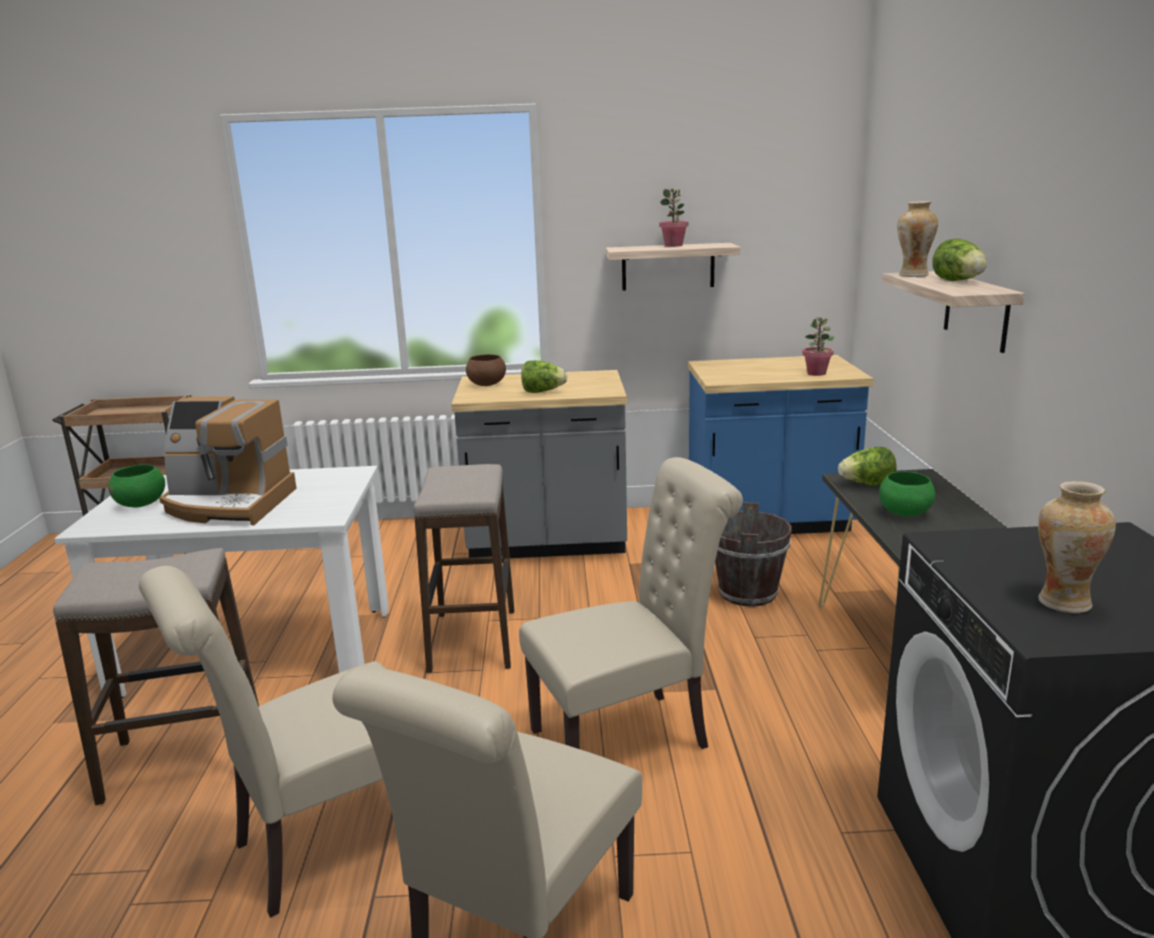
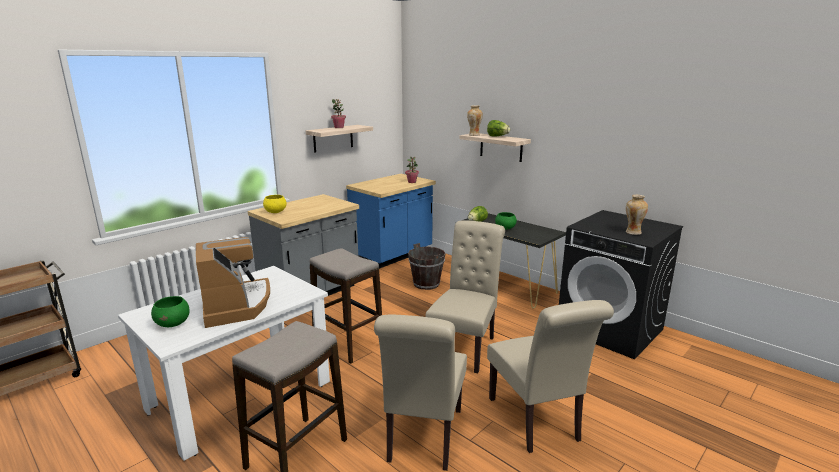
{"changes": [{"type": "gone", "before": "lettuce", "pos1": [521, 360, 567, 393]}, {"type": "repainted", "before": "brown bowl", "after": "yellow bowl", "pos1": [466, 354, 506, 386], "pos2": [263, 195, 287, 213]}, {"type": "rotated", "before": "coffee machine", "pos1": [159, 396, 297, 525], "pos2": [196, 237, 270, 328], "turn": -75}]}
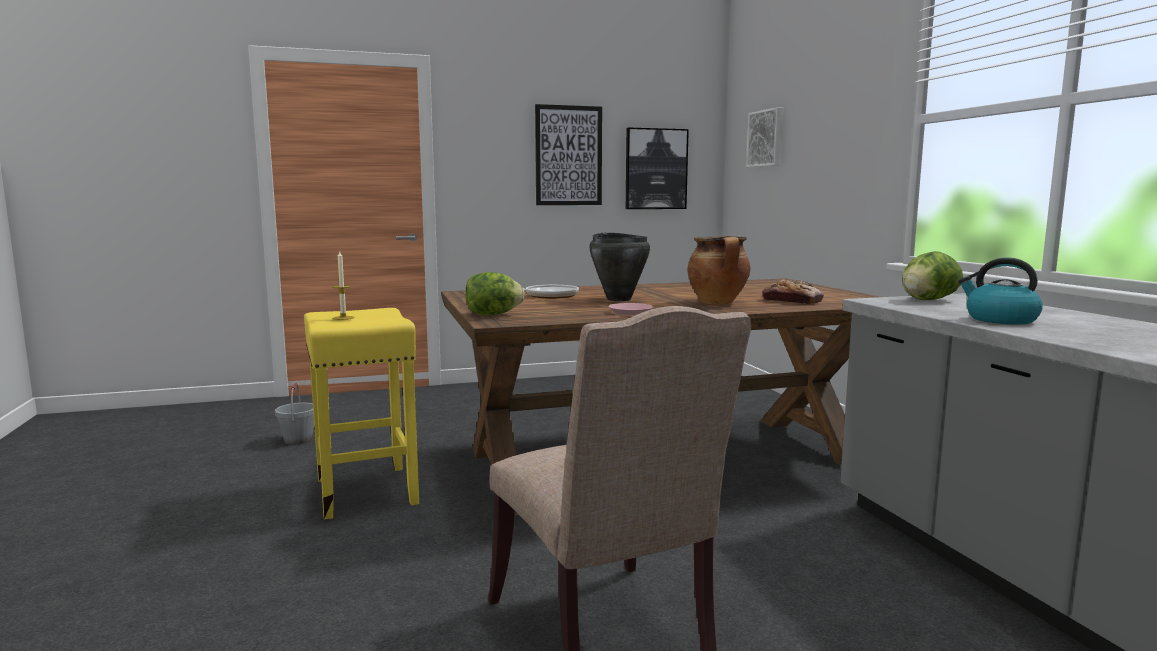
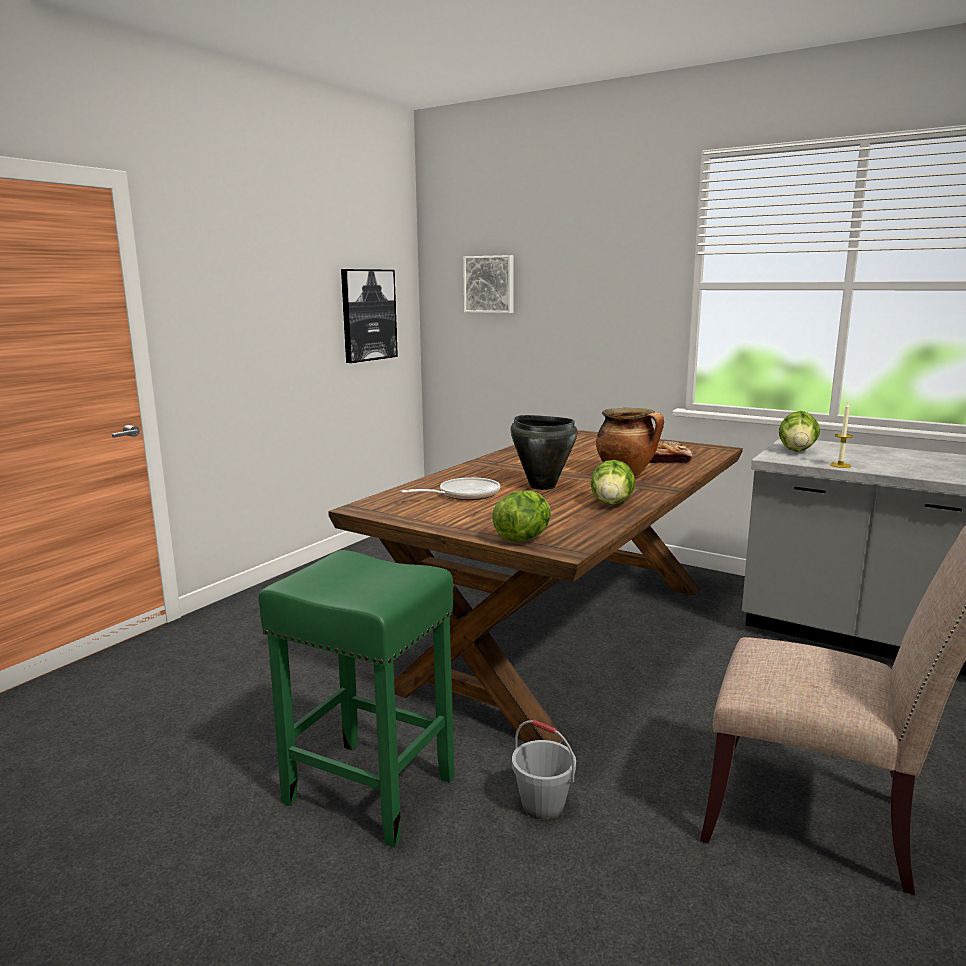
{"changes": [{"type": "gone", "before": "picture", "pos1": [535, 104, 602, 205]}, {"type": "gone", "before": "kettle", "pos1": [958, 257, 1043, 324]}, {"type": "shifted", "before": "grey bucket", "pos1": [275, 383, 314, 445], "pos2": [512, 720, 576, 820]}, {"type": "shifted", "before": "candle", "pos1": [333, 250, 355, 320], "pos2": [830, 403, 853, 468]}, {"type": "swapped", "before": "pink plate", "after": "lettuce", "pos1": [608, 303, 653, 315], "pos2": [591, 460, 635, 504]}, {"type": "repainted", "before": "yellow stool", "after": "green stool", "pos1": [304, 308, 419, 519], "pos2": [259, 550, 455, 847]}]}
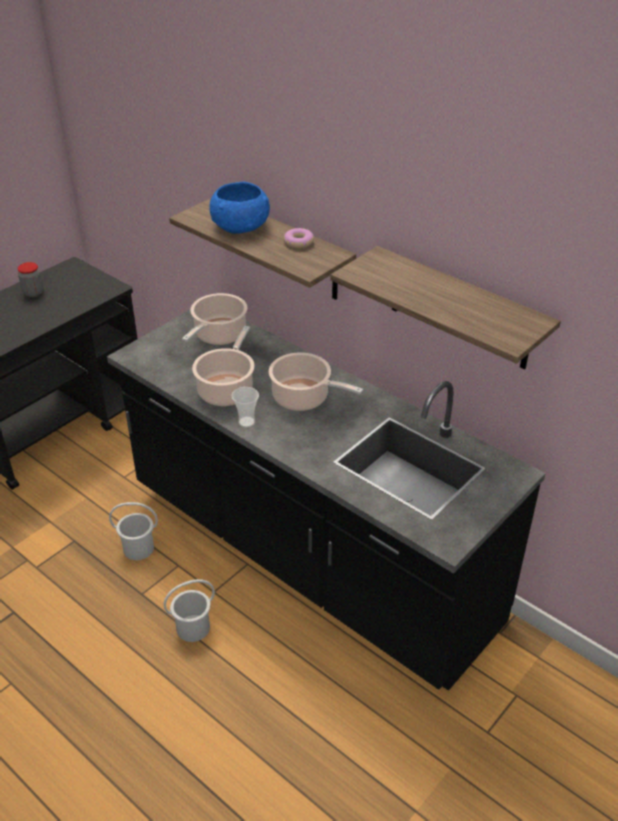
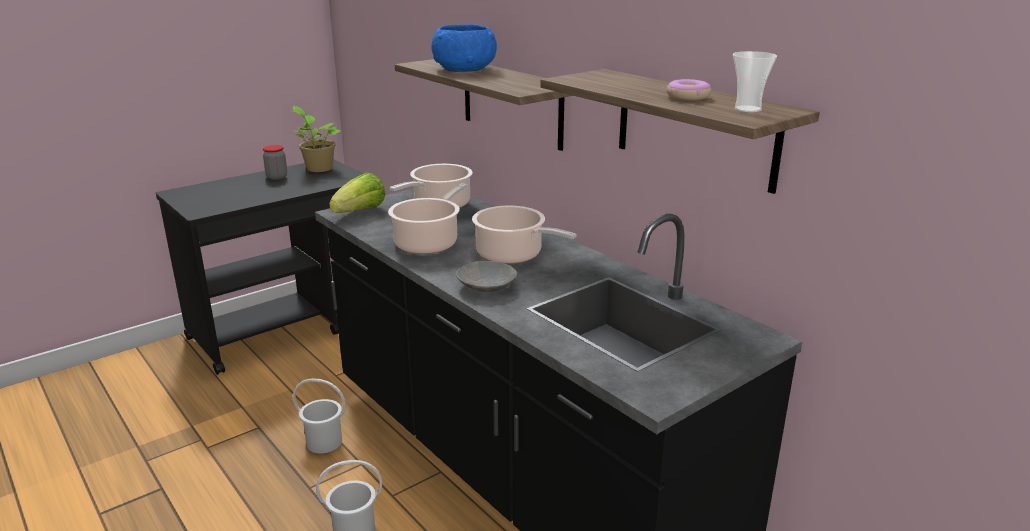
{"changes": [{"type": "new", "after": "potted plant", "pos2": [291, 105, 340, 172]}, {"type": "new", "after": "lettuce", "pos2": [329, 173, 386, 213]}, {"type": "new", "after": "grey bowl", "pos2": [456, 261, 517, 292]}, {"type": "shifted", "before": "cup", "pos1": [232, 387, 259, 427], "pos2": [733, 51, 777, 113]}, {"type": "shifted", "before": "donut", "pos1": [284, 228, 314, 249], "pos2": [667, 79, 712, 101]}]}
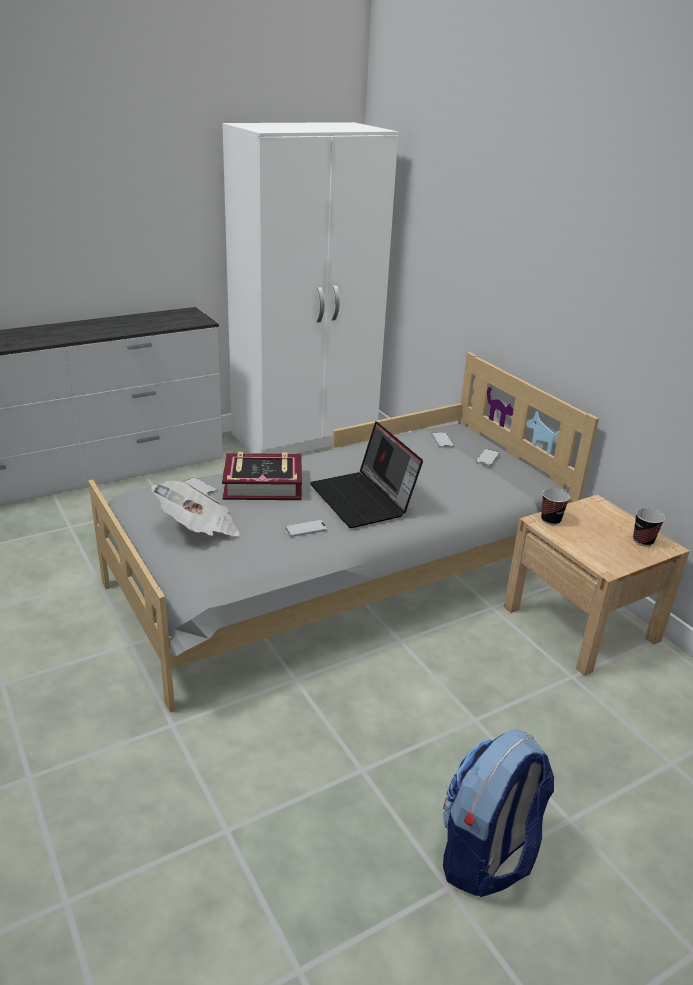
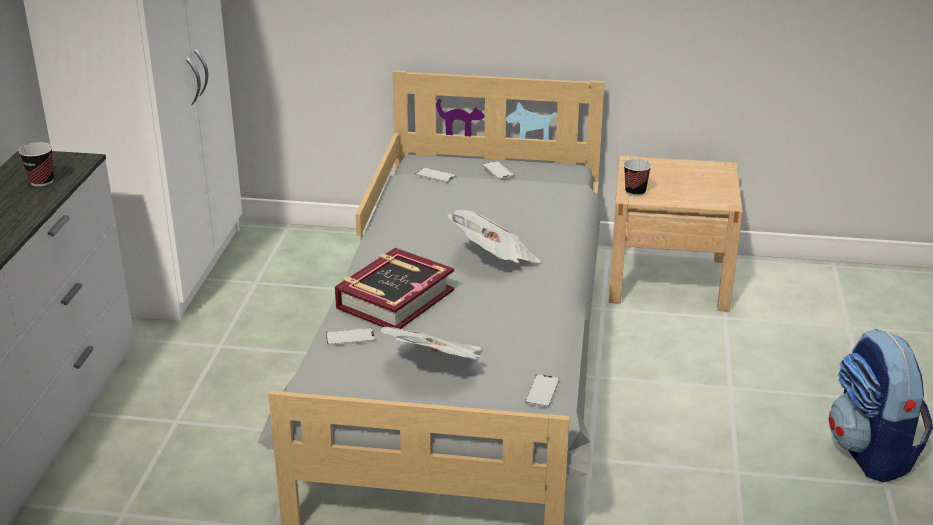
{"changes": [{"type": "shifted", "before": "phone", "pos1": [285, 520, 327, 537], "pos2": [525, 374, 559, 408]}, {"type": "shifted", "before": "cup", "pos1": [633, 508, 665, 547], "pos2": [18, 142, 54, 187]}, {"type": "swapped", "before": "laptop", "after": "newspaper", "pos1": [310, 422, 423, 528], "pos2": [447, 210, 541, 263]}]}
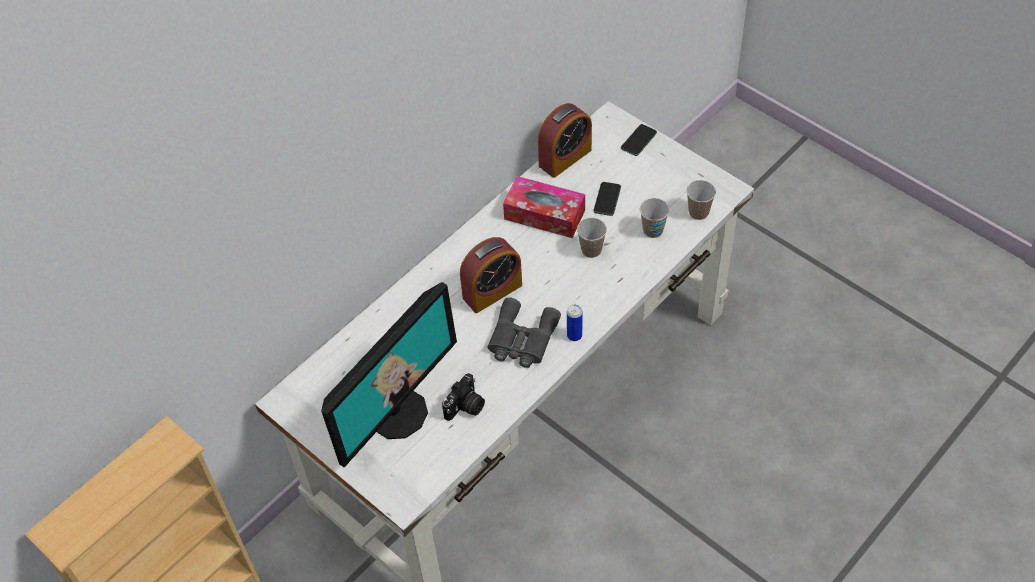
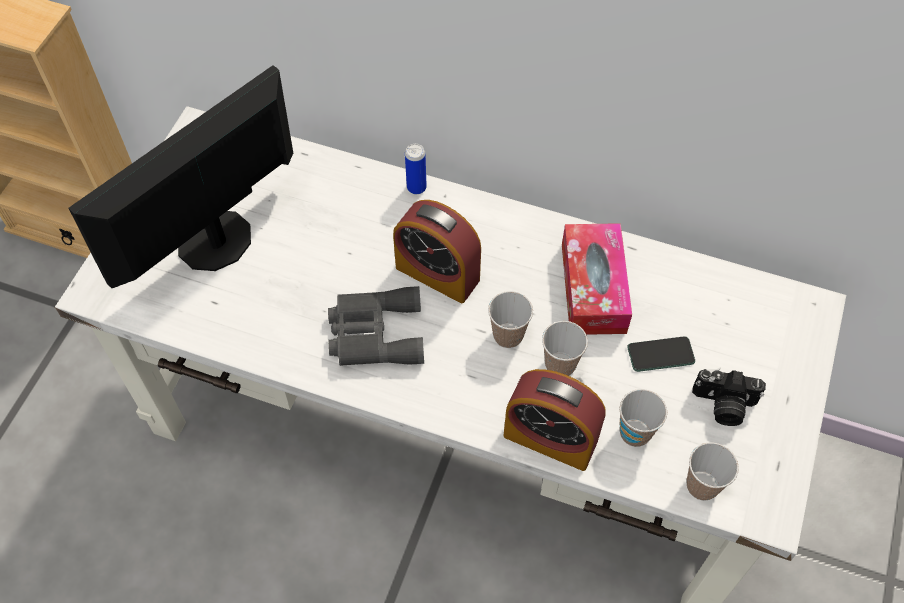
{"changes": [{"type": "gone", "before": "phone", "pos1": [621, 124, 657, 156]}, {"type": "new", "after": "cup", "pos2": [488, 291, 533, 348]}, {"type": "shifted", "before": "photo camera", "pos1": [442, 373, 485, 421], "pos2": [692, 368, 766, 426]}, {"type": "shifted", "before": "alarm clock", "pos1": [538, 103, 592, 178], "pos2": [504, 369, 606, 471]}, {"type": "shifted", "before": "can", "pos1": [567, 304, 582, 341], "pos2": [405, 144, 427, 194]}, {"type": "rotated", "before": "monitor", "pos1": [321, 282, 457, 468], "pos2": [69, 65, 293, 288], "turn": 120}]}
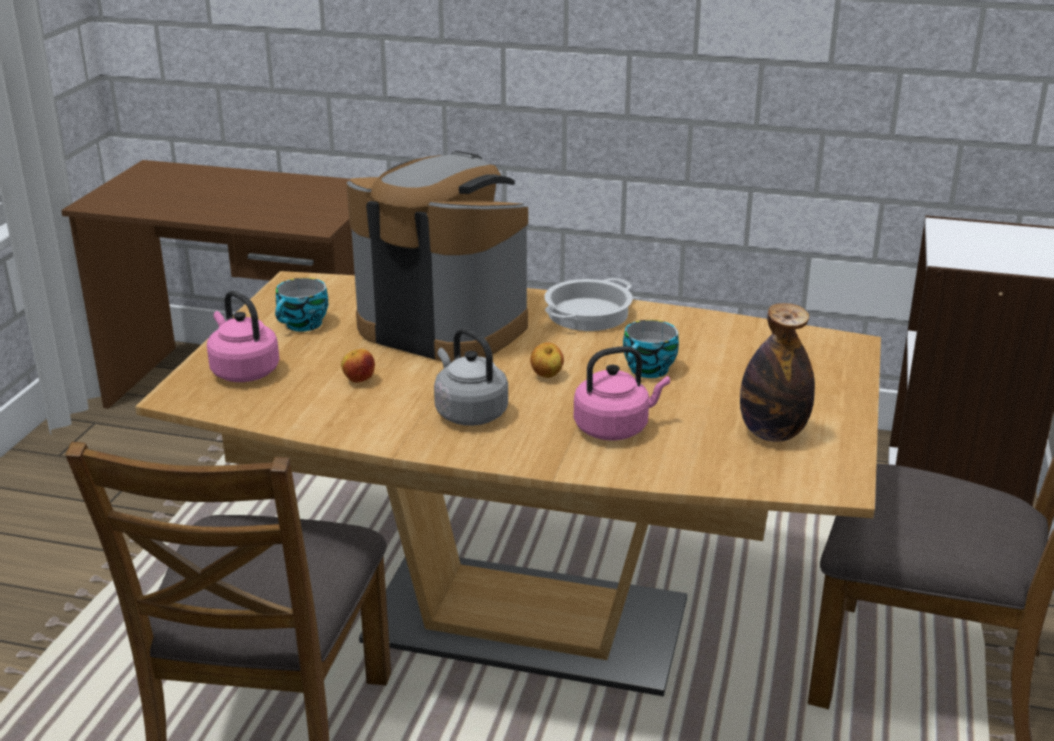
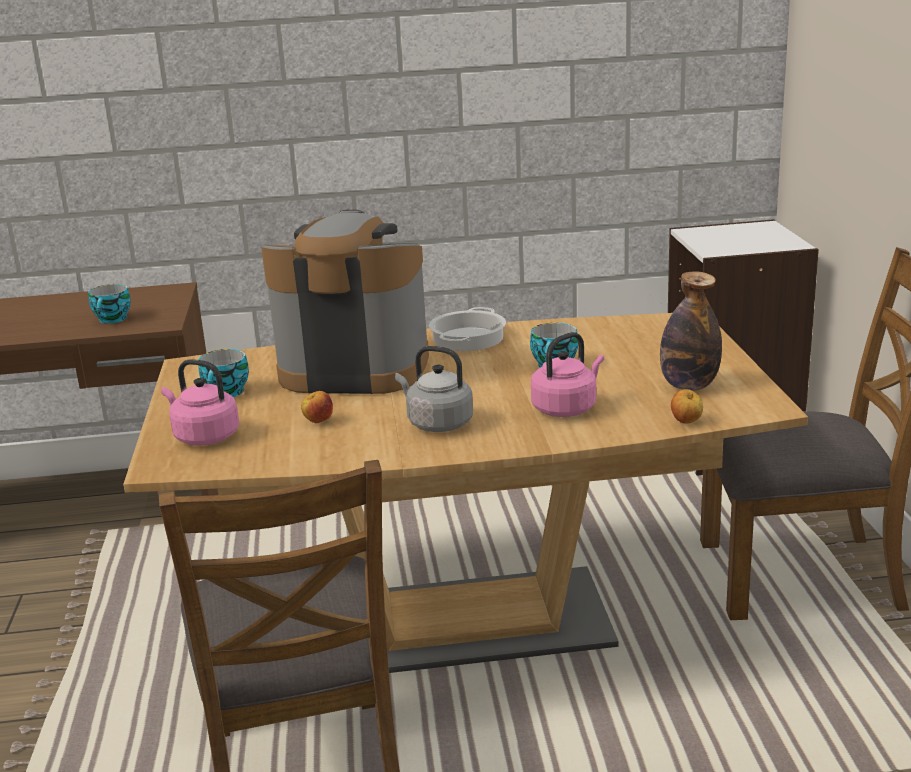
{"changes": [{"type": "new", "after": "cup", "pos2": [88, 284, 131, 324]}, {"type": "shifted", "before": "apple", "pos1": [530, 342, 564, 378], "pos2": [671, 389, 703, 424]}]}
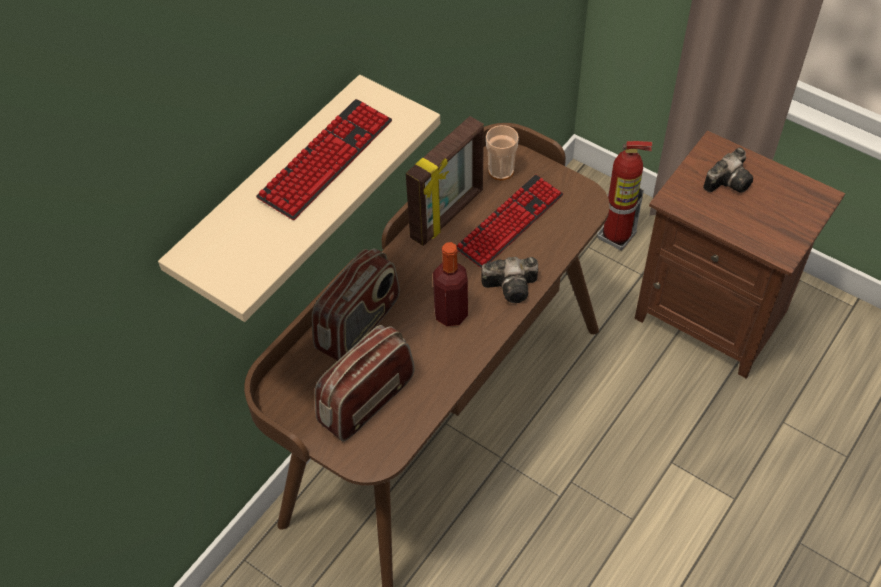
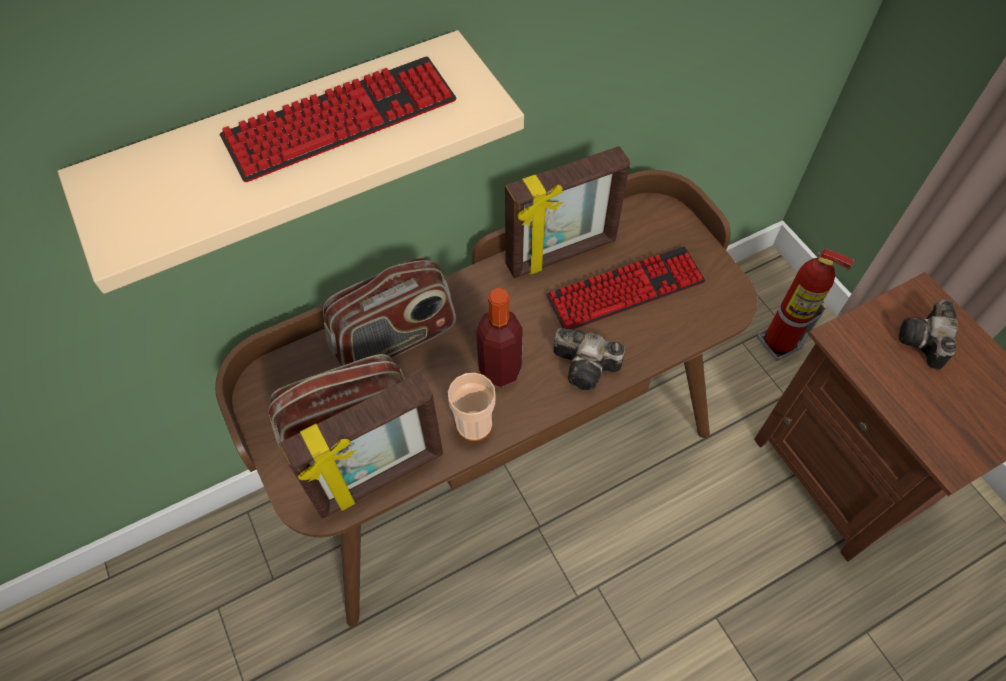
{"changes": [{"type": "new", "after": "picture frame", "pos2": [279, 373, 443, 518]}, {"type": "shifted", "before": "cup", "pos1": [486, 125, 519, 180], "pos2": [448, 373, 496, 441]}, {"type": "rotated", "before": "photo camera", "pos1": [703, 148, 753, 193], "pos2": [899, 299, 958, 370], "turn": 120}]}
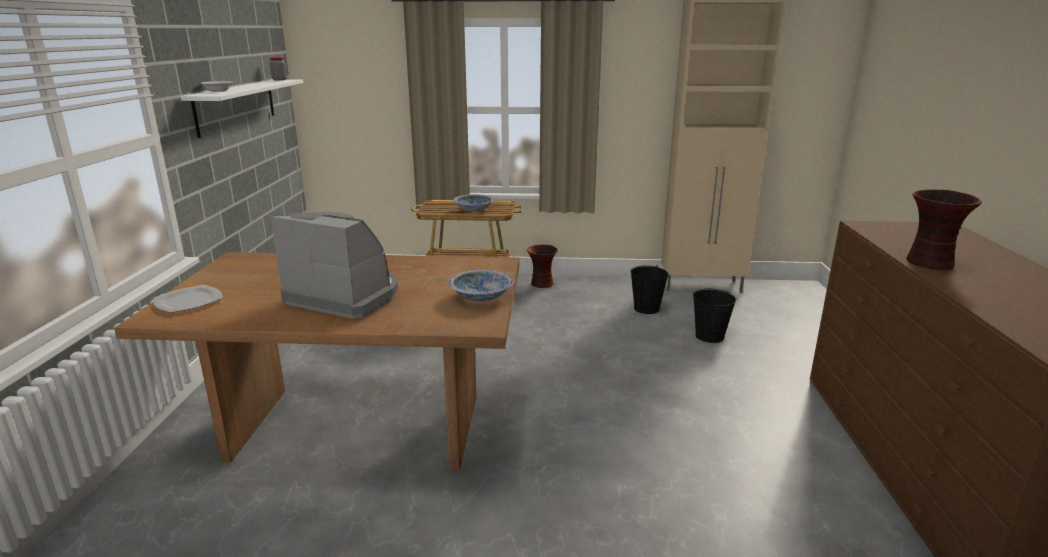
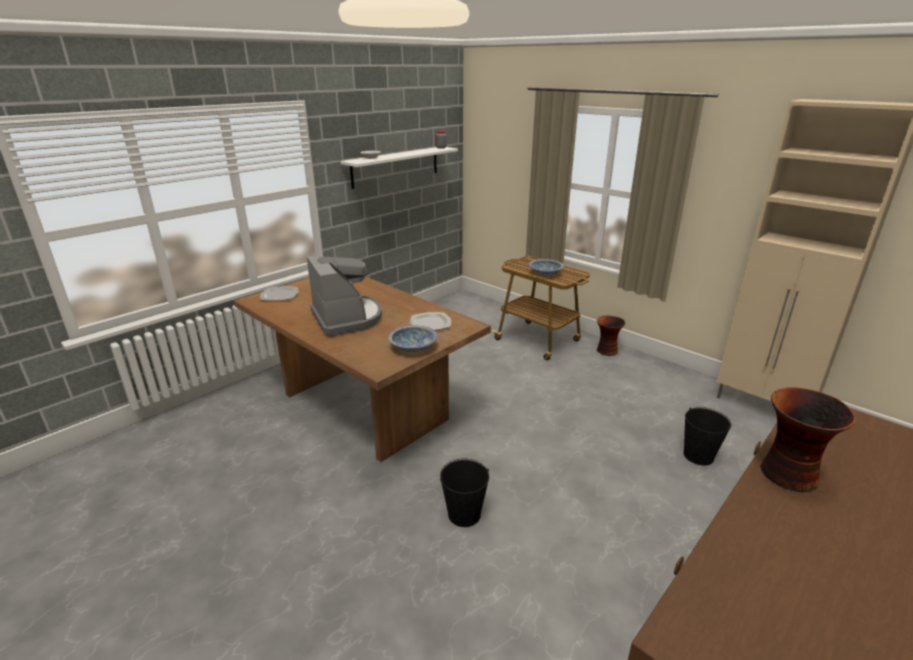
{"changes": [{"type": "new", "after": "plate", "pos2": [410, 312, 451, 330]}, {"type": "shifted", "before": "black bucket", "pos1": [630, 265, 668, 314], "pos2": [440, 459, 489, 527]}]}
